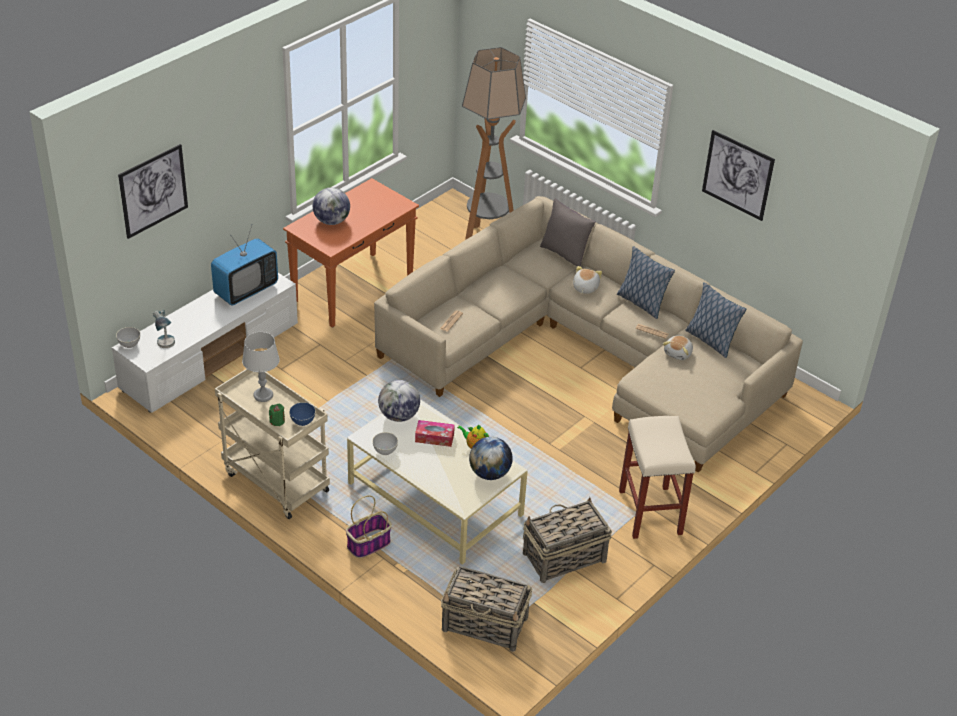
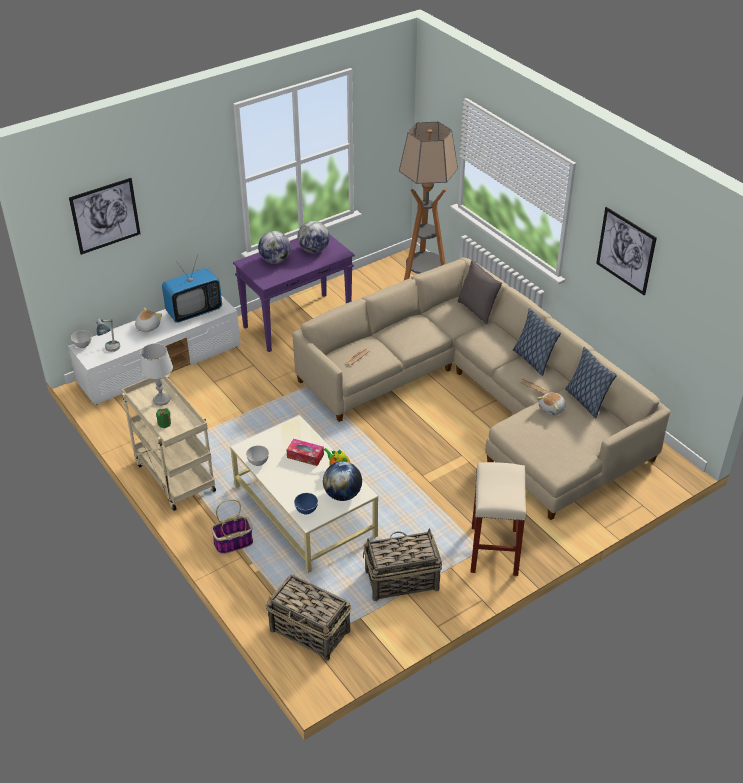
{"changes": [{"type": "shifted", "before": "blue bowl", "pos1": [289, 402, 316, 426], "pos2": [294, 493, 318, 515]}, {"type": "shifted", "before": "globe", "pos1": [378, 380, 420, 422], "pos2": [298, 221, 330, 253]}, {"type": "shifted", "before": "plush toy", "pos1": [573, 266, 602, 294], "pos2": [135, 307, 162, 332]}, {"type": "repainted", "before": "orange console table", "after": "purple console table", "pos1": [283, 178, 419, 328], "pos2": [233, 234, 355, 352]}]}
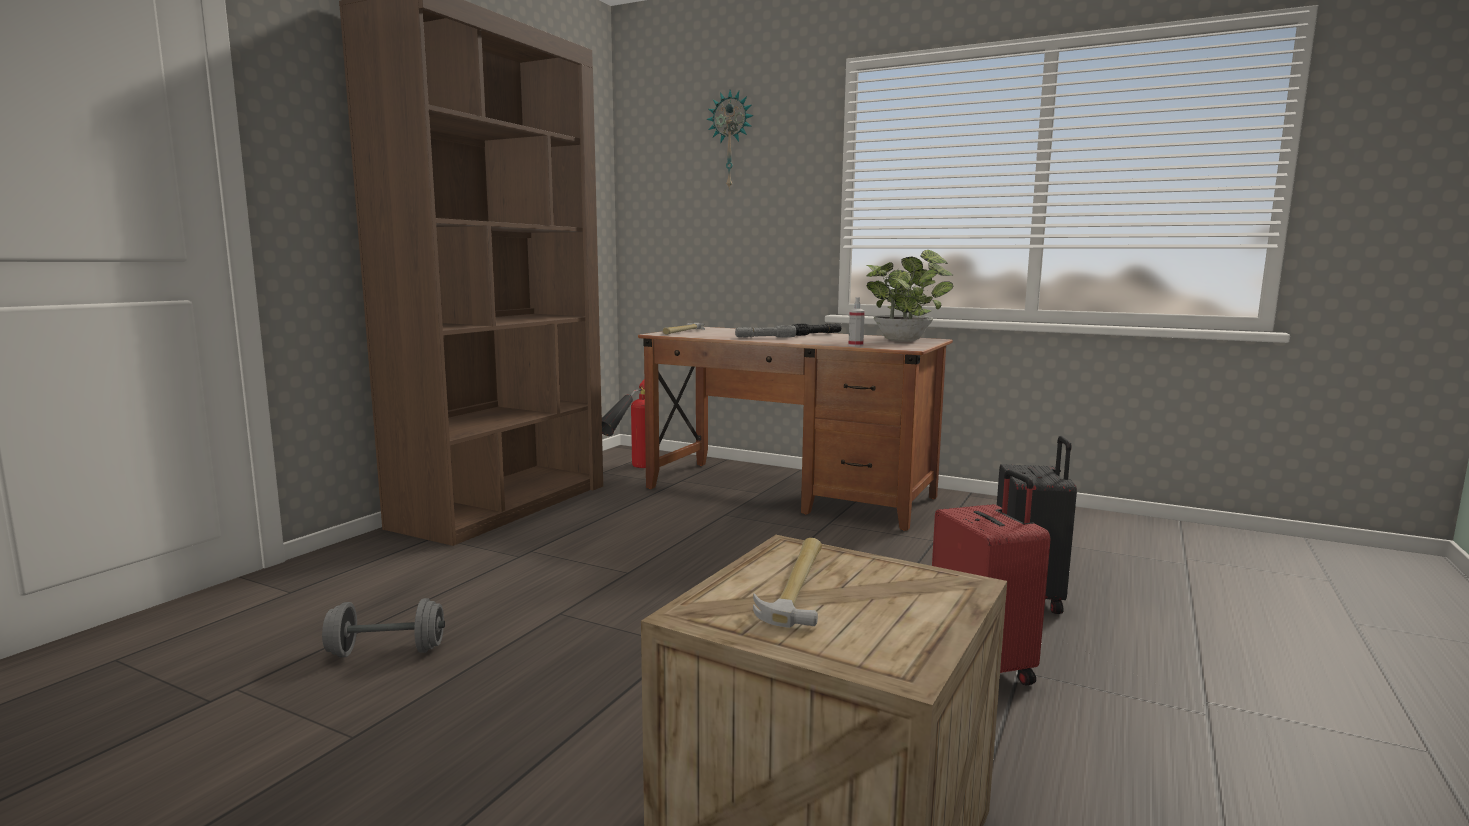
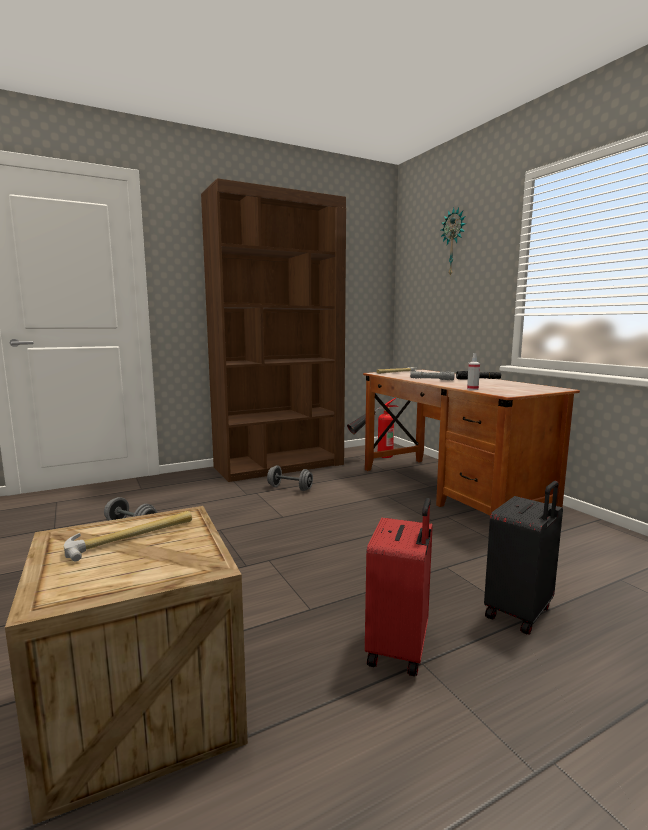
{"changes": [{"type": "gone", "before": "potted plant", "pos1": [866, 250, 953, 342]}, {"type": "new", "after": "grey dumbbell", "pos2": [267, 466, 313, 491]}]}
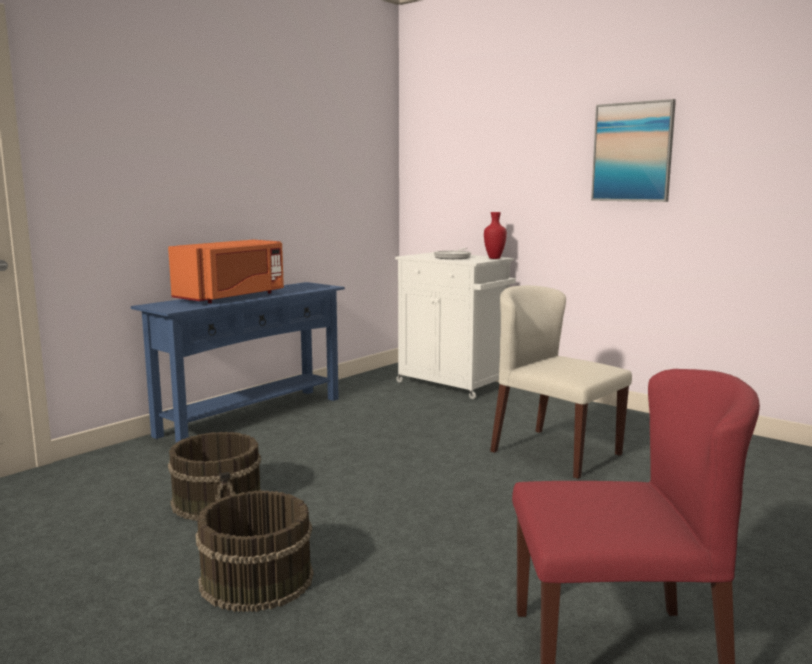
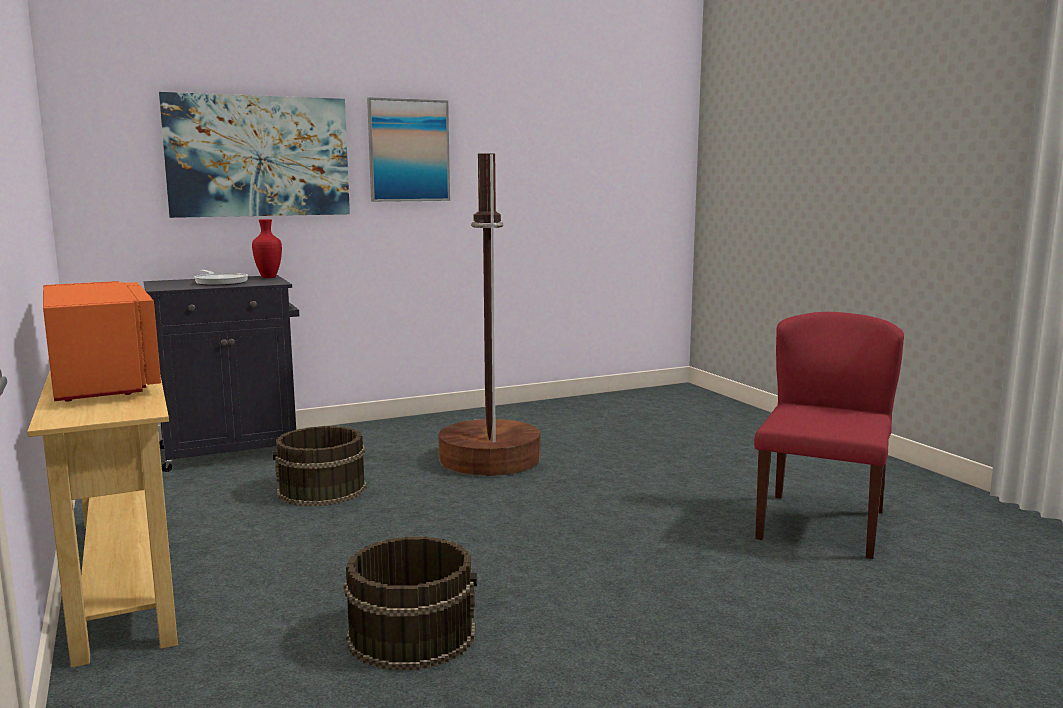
{"changes": [{"type": "new", "after": "picture", "pos2": [159, 92, 350, 218]}, {"type": "shifted", "before": "brown bucket", "pos1": [195, 490, 313, 612], "pos2": [272, 426, 367, 507]}, {"type": "swapped", "before": "beige chair", "after": "brown floor lamp", "pos1": [490, 285, 632, 479], "pos2": [438, 153, 540, 476]}, {"type": "repainted", "before": "blue console table", "after": "beige console table", "pos1": [131, 282, 345, 442], "pos2": [27, 372, 178, 668]}, {"type": "repainted", "before": "white cabinet", "after": "black cabinet", "pos1": [395, 252, 516, 399], "pos2": [143, 275, 299, 472]}]}
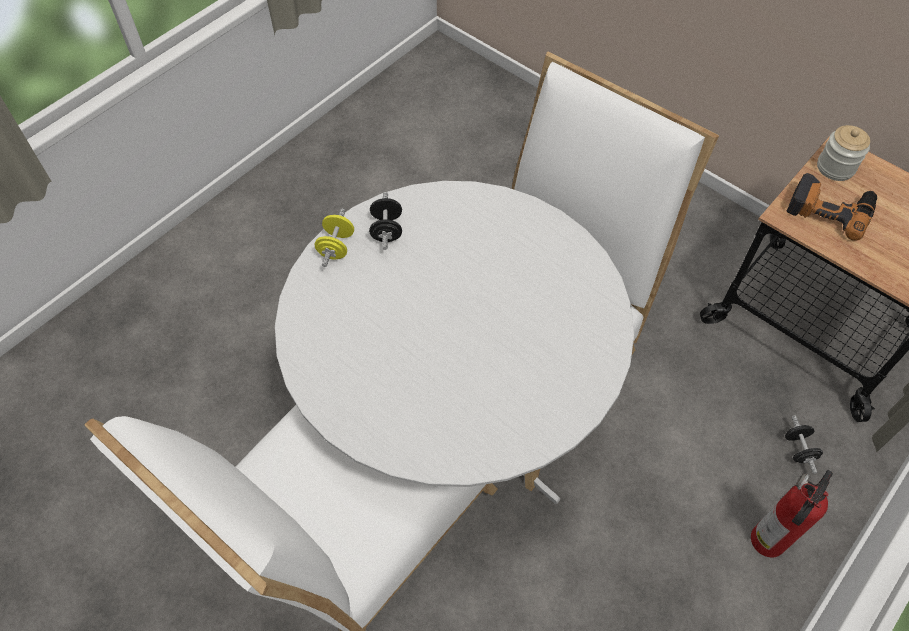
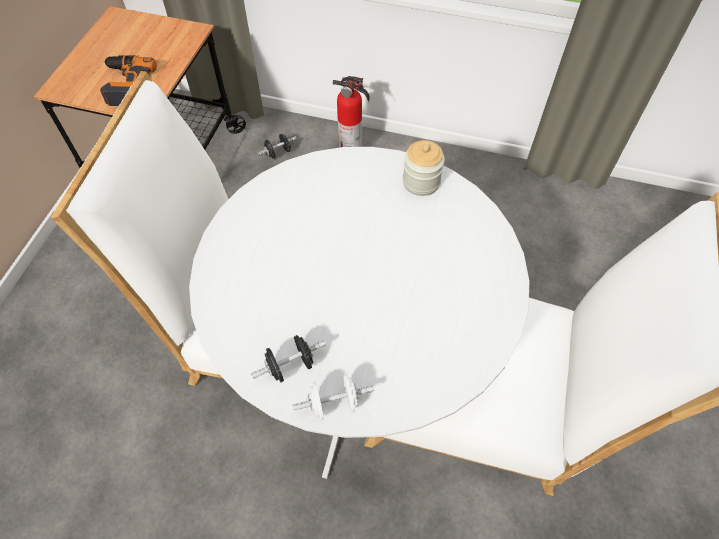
{"changes": [{"type": "shifted", "before": "jar", "pos1": [817, 125, 870, 181], "pos2": [403, 140, 445, 196]}, {"type": "repainted", "before": "yellow dumbbell", "after": "white dumbbell", "pos1": [315, 208, 354, 267], "pos2": [293, 375, 374, 420]}]}
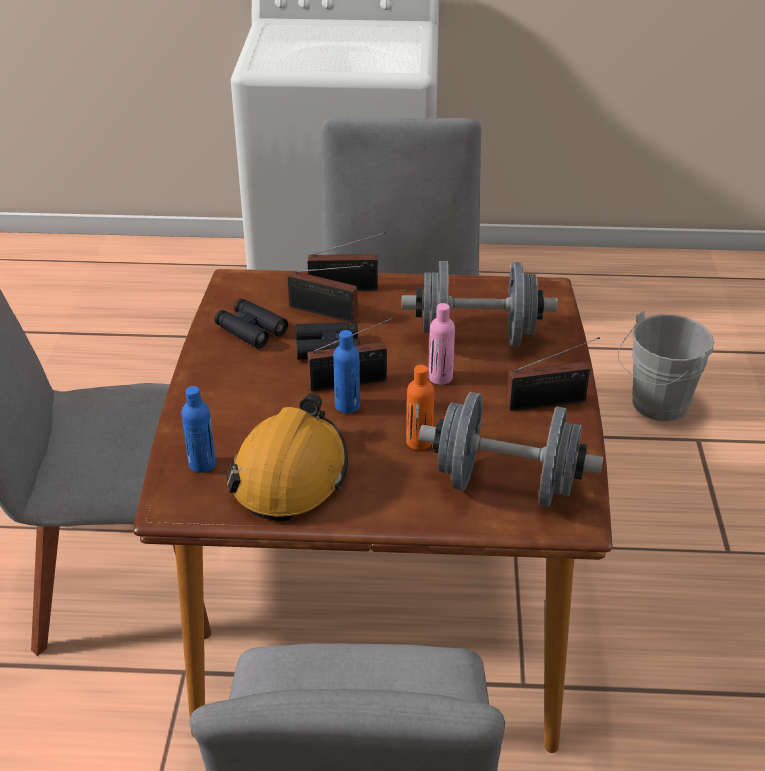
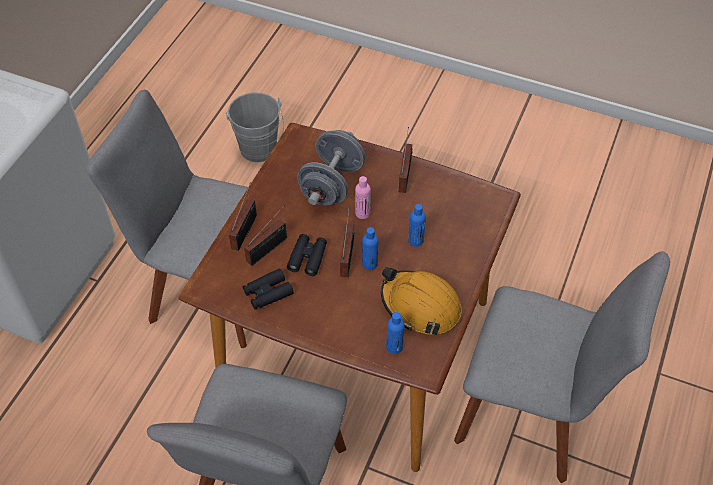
{"changes": [{"type": "gone", "before": "grey dumbbell", "pos1": [419, 392, 603, 507]}, {"type": "repainted", "before": "orange bottle", "after": "blue bottle", "pos1": [406, 365, 434, 450], "pos2": [408, 204, 426, 247]}]}
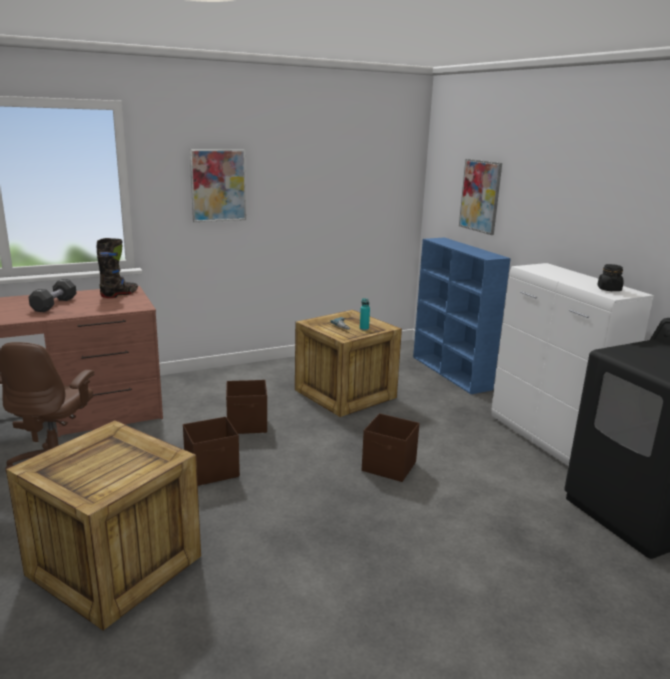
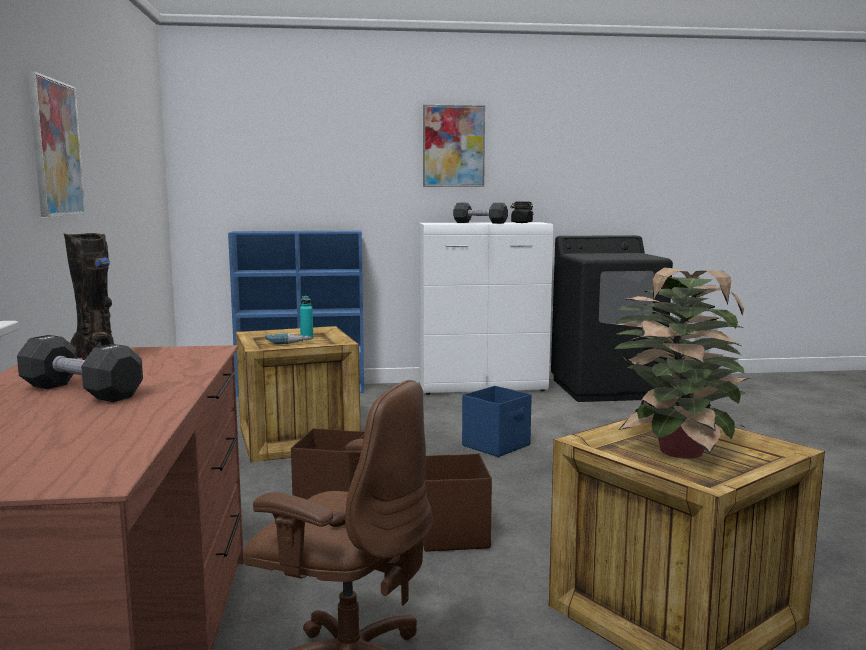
{"changes": [{"type": "new", "after": "black dumbbell", "pos2": [453, 203, 508, 224]}, {"type": "new", "after": "potted plant", "pos2": [614, 268, 750, 459]}, {"type": "shifted", "before": "picture", "pos1": [459, 159, 502, 235], "pos2": [423, 105, 485, 187]}, {"type": "repainted", "before": "brown storage box", "after": "blue storage box", "pos1": [362, 413, 419, 482], "pos2": [462, 386, 532, 457]}]}
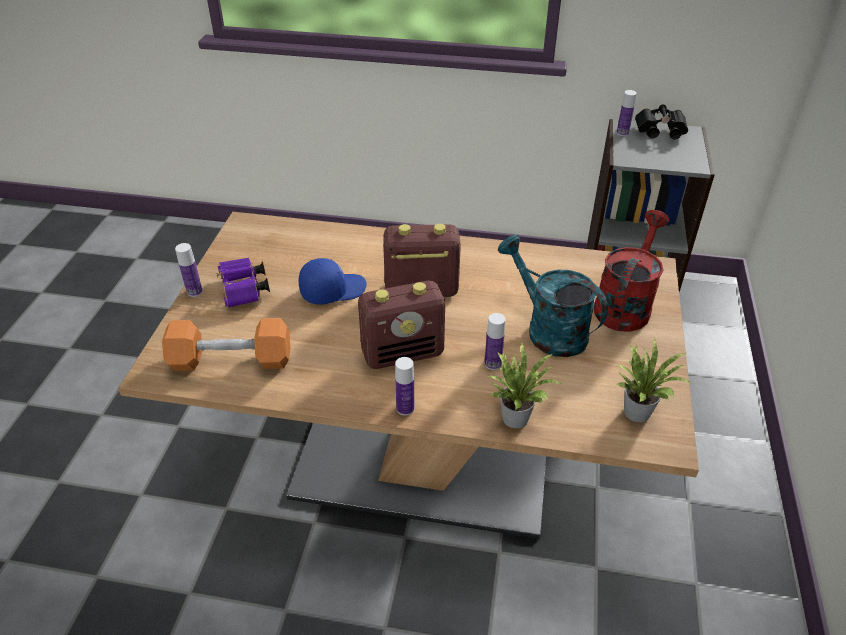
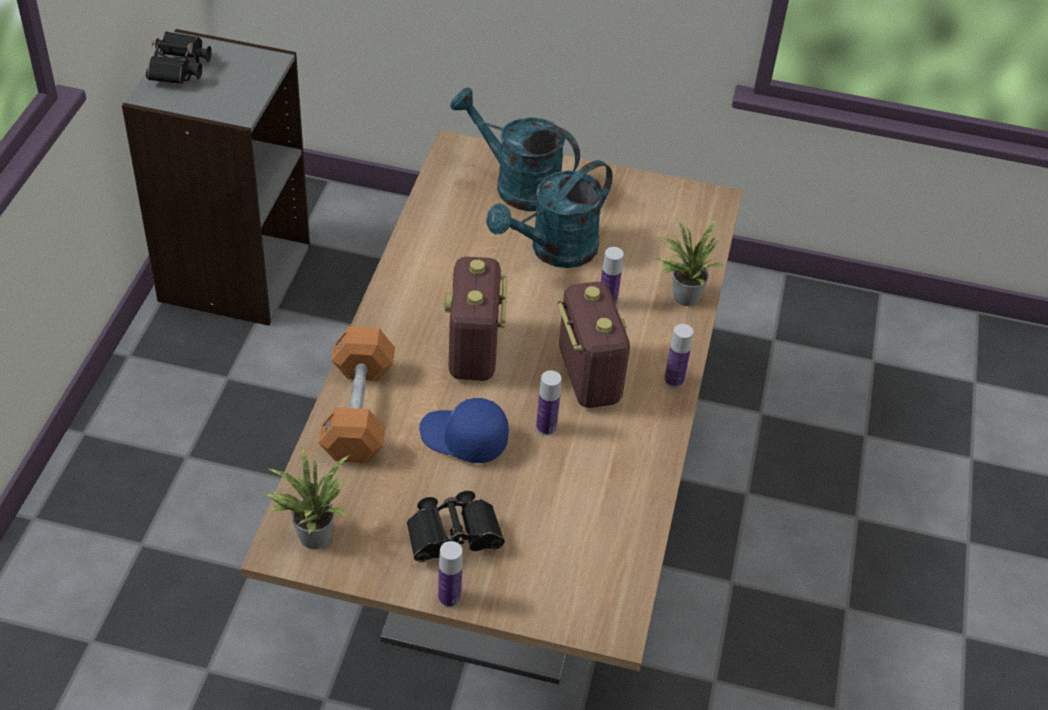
{"changes": [{"type": "shifted", "before": "orange dumbbell", "pos1": [162, 318, 290, 371], "pos2": [318, 326, 395, 463]}, {"type": "shifted", "before": "potted plant", "pos1": [616, 338, 691, 422], "pos2": [263, 445, 351, 549]}, {"type": "shifted", "before": "bottle", "pos1": [617, 90, 637, 136], "pos2": [536, 370, 562, 435]}, {"type": "repainted", "before": "purple binoculars", "after": "black binoculars", "pos1": [216, 258, 270, 308], "pos2": [406, 491, 505, 563]}, {"type": "repainted", "before": "red watering can", "after": "turquoise watering can", "pos1": [594, 210, 669, 332], "pos2": [450, 88, 580, 212]}, {"type": "rotated", "before": "blue cap", "pos1": [299, 258, 367, 304], "pos2": [419, 398, 509, 463], "turn": -45}]}
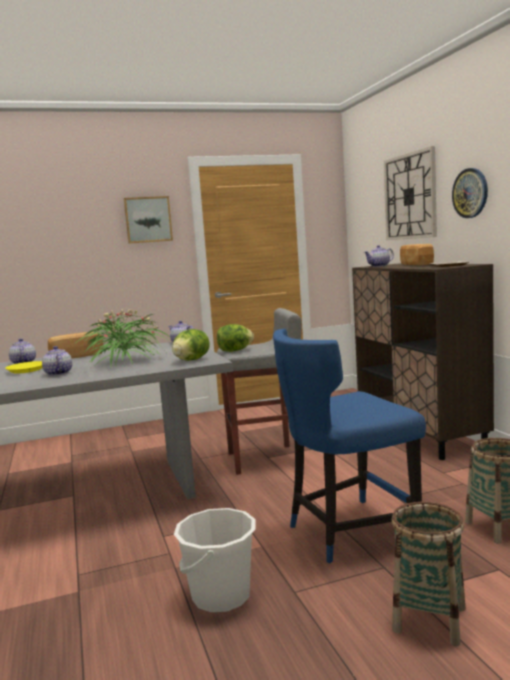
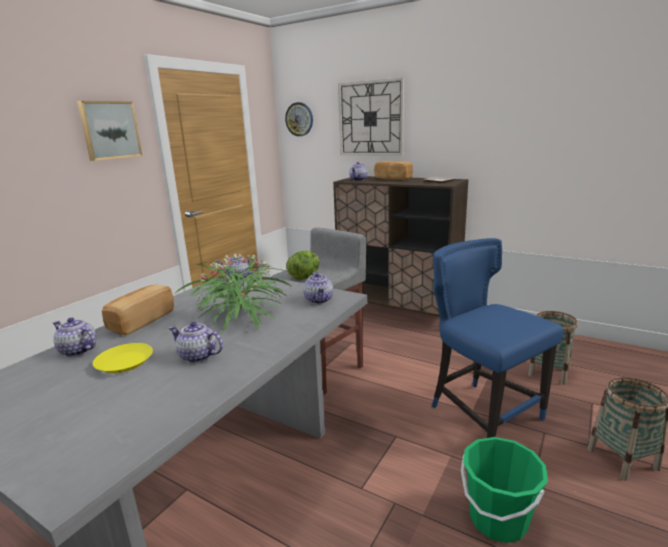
{"changes": [{"type": "shifted", "before": "wall clock", "pos1": [452, 168, 488, 218], "pos2": [285, 102, 313, 136]}, {"type": "swapped", "before": "lettuce", "after": "teapot", "pos1": [172, 329, 210, 361], "pos2": [303, 272, 333, 304]}, {"type": "repainted", "before": "white bucket", "after": "green bucket", "pos1": [174, 508, 256, 612], "pos2": [461, 437, 548, 543]}, {"type": "rotated", "before": "blue chair", "pos1": [273, 328, 426, 563], "pos2": [432, 238, 564, 438], "turn": 120}]}
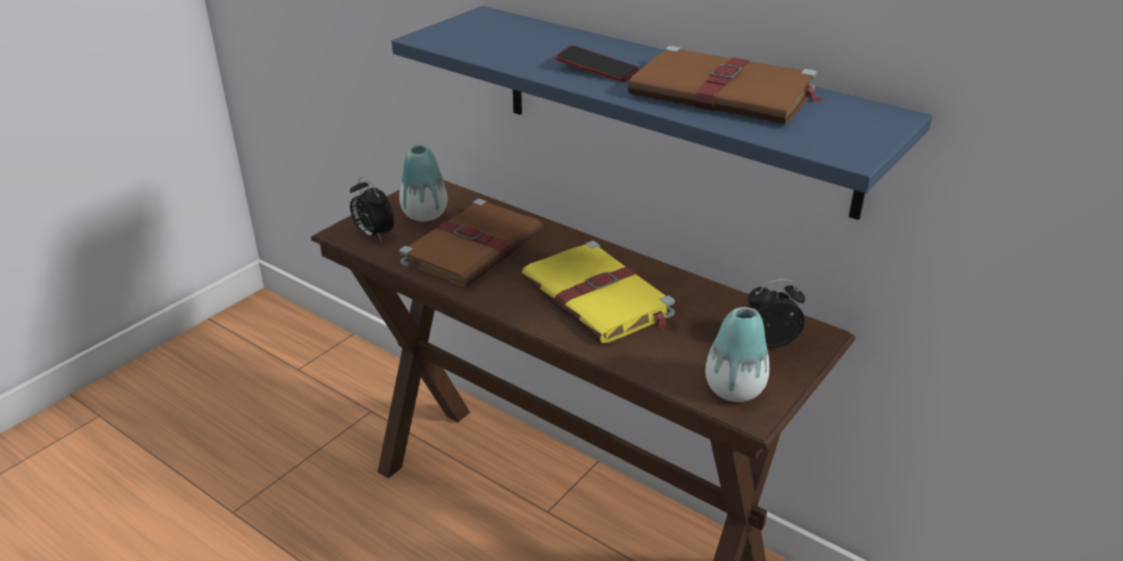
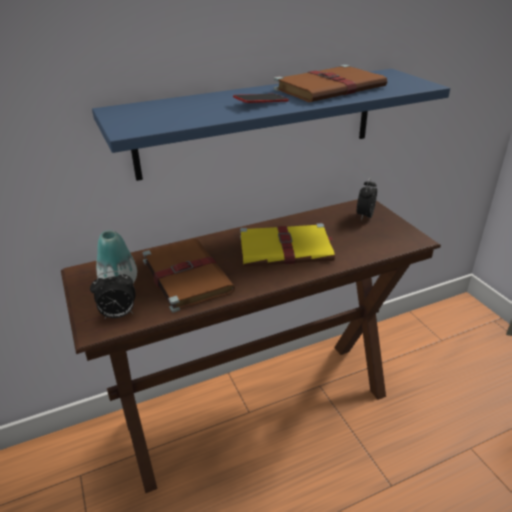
{"changes": [{"type": "gone", "before": "vase", "pos1": [705, 307, 769, 402]}]}
